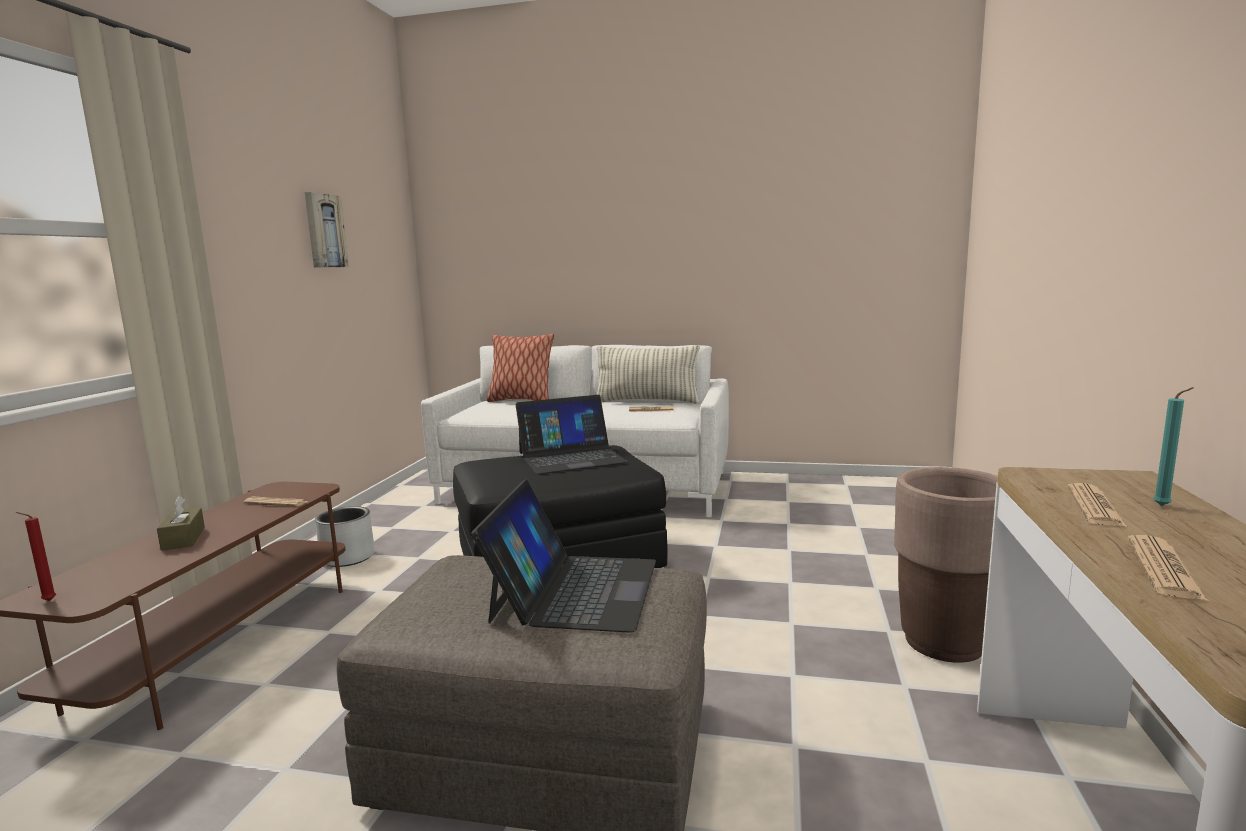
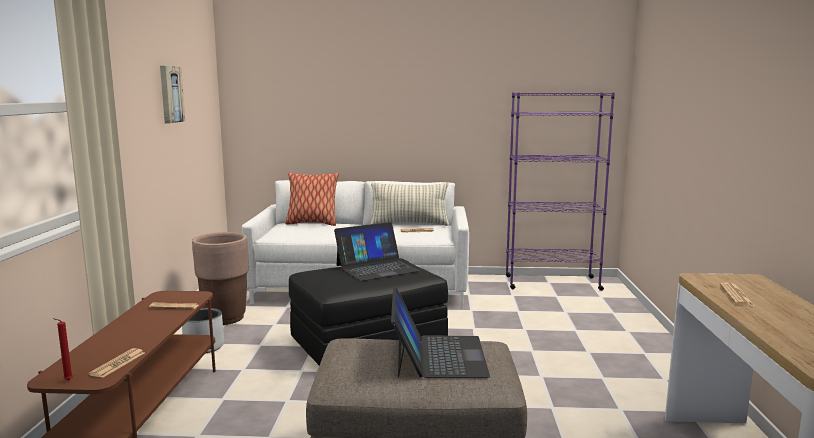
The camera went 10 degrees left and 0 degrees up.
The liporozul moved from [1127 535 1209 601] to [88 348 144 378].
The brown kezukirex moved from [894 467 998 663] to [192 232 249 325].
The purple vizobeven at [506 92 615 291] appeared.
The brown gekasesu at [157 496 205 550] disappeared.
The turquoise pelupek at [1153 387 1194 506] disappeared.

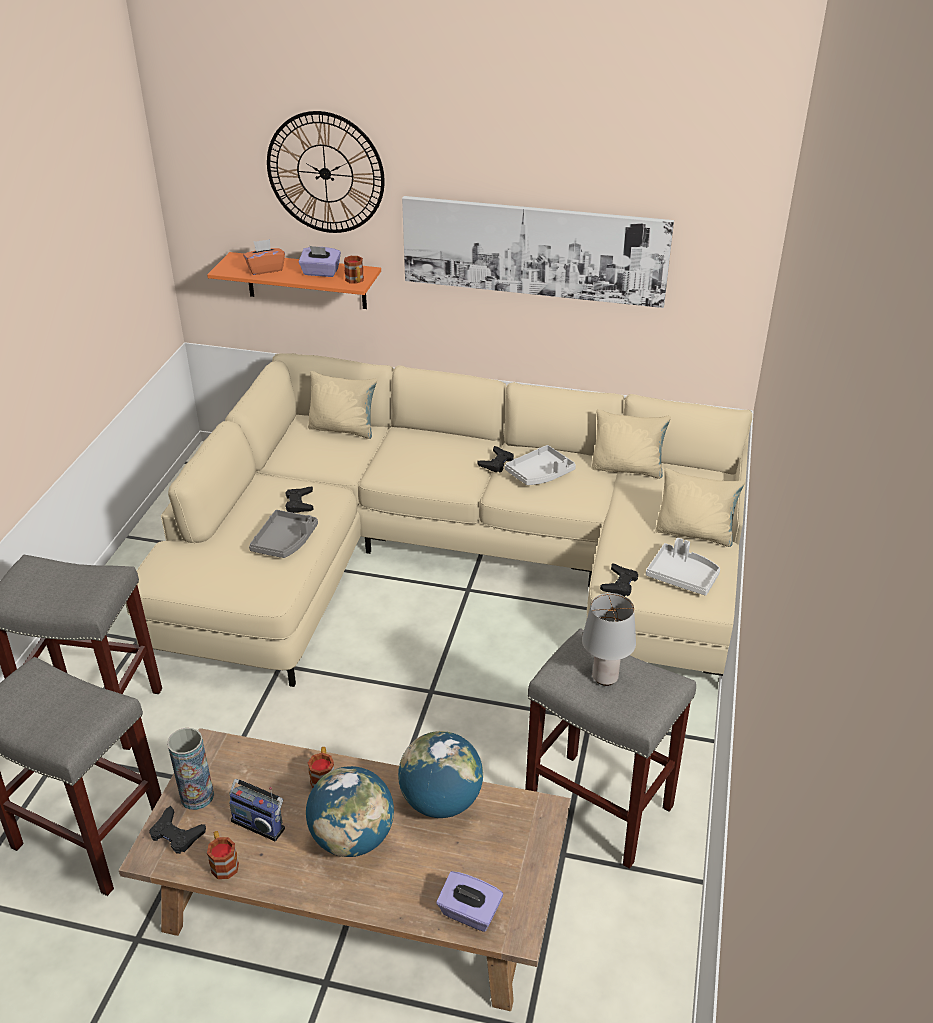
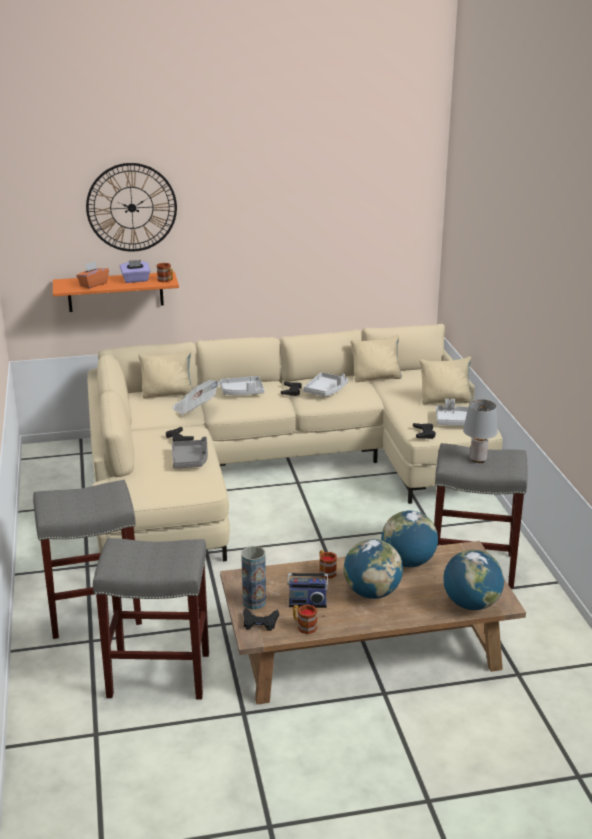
The camera went 25 degrees left and 10 degrees down.
The liporozul at [172 379 220 415] appeared.
The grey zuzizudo at [220 376 265 395] appeared.
The purple gekasesu at [437 871 503 932] was replaced by the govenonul at [443 549 504 610].
The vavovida at [402 196 674 308] disappeared.

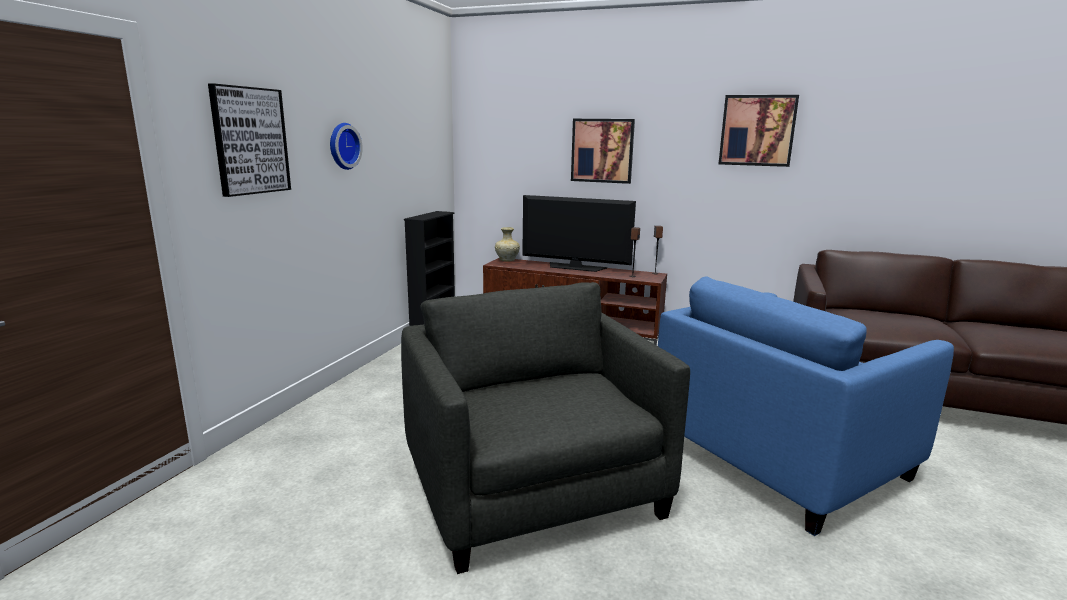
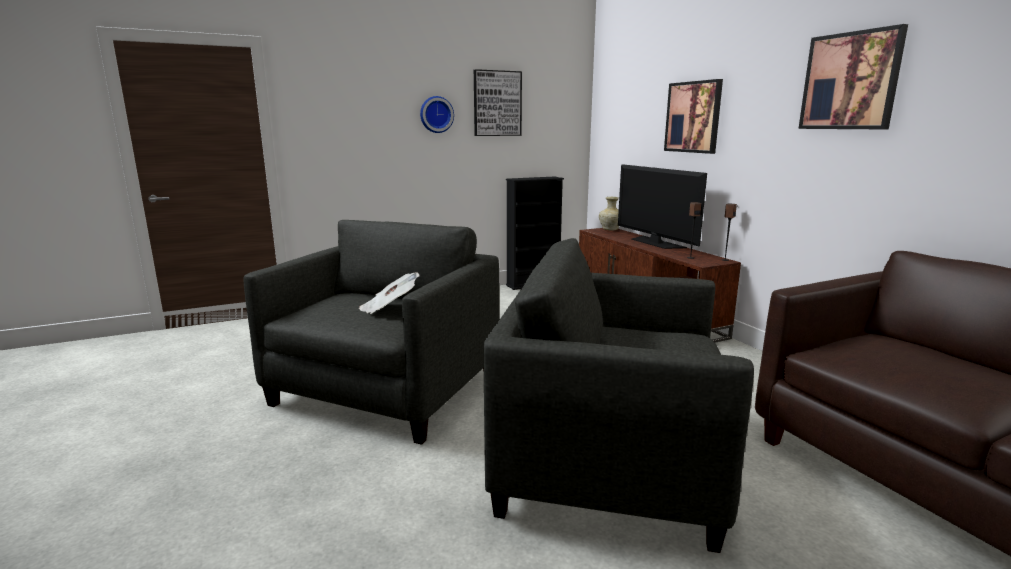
The camera went 45 degrees right and 0 degrees up.
The liporozul at [359 273 420 314] appeared.
The vavovida moved from [208 83 291 197] to [474 69 522 136].
The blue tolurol at [658 276 954 536] became the grey tolurol at [484 238 754 553].

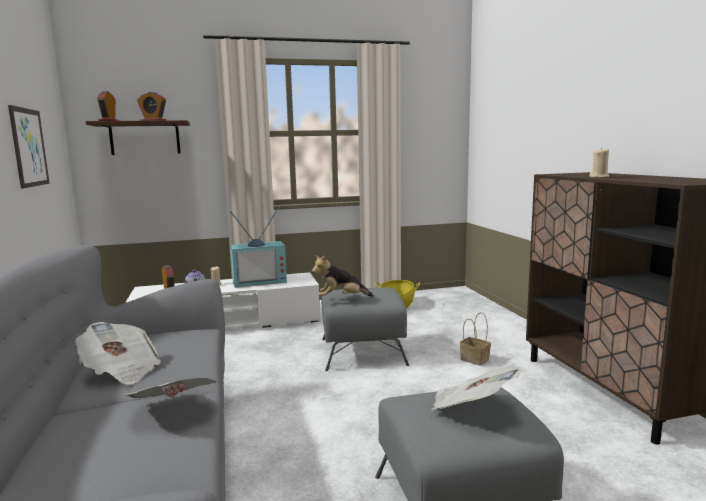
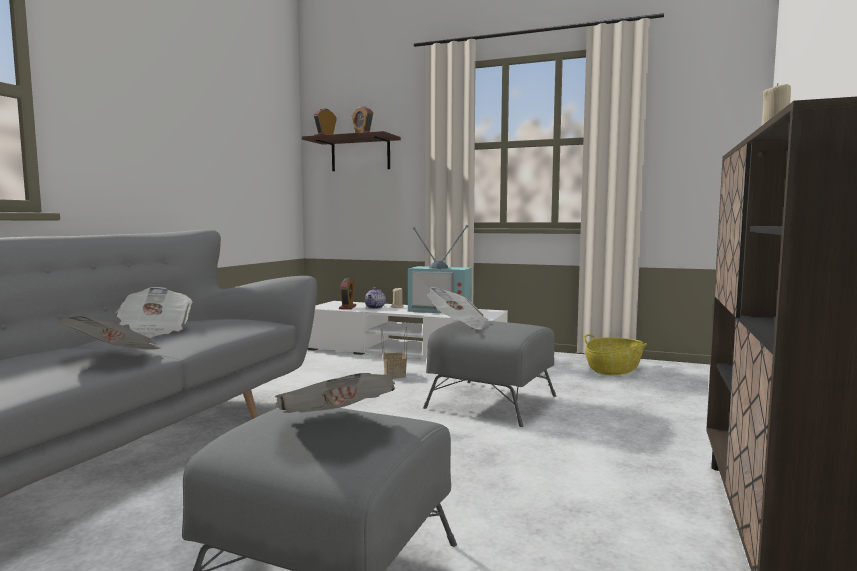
The camera went 35 degrees right and 5 degrees down.
The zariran moved from [460 312 491 366] to [381 327 407 378].
The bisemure at [312 255 373 297] was replaced by the liporozul at [427 287 488 329].
The vavovida at [8 105 50 189] disappeared.

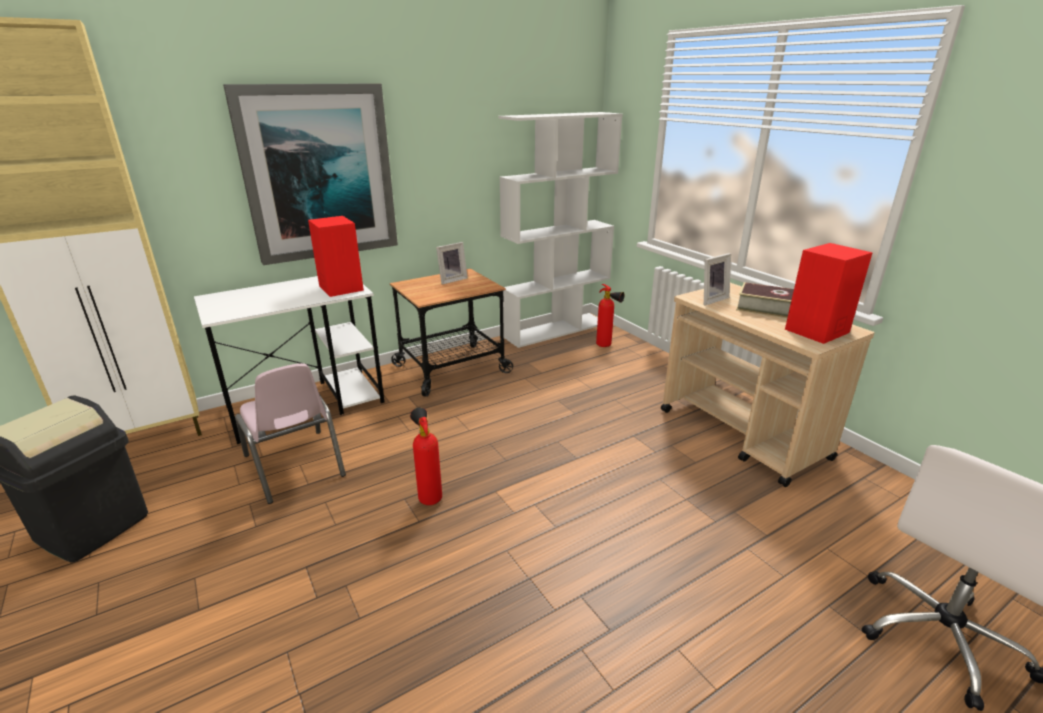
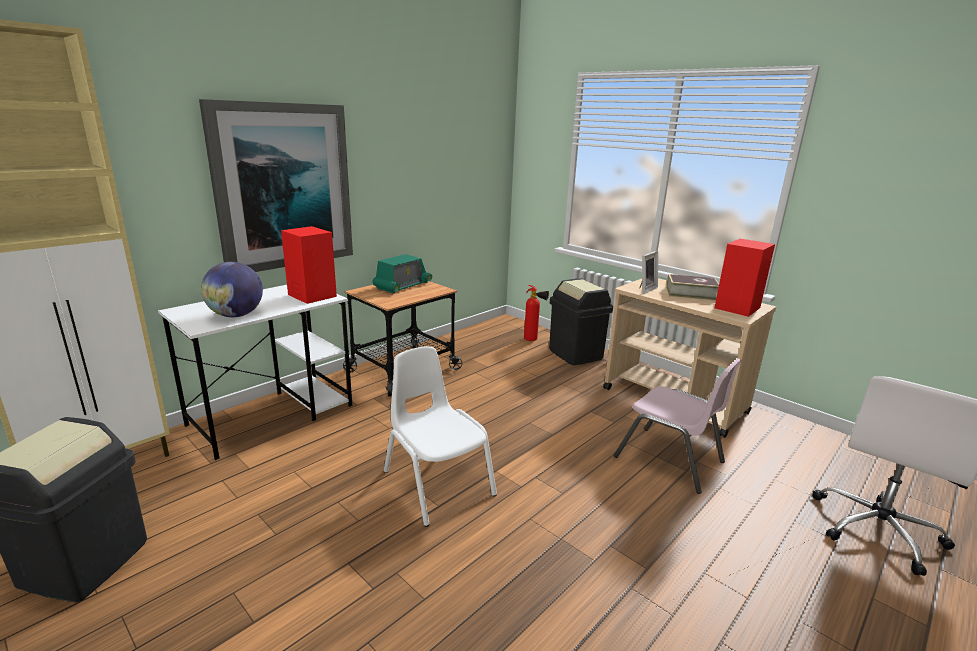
The camera went 15 degrees left and 5 degrees down.
The govenonul at [201 262 263 317] appeared.
The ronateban at [436 242 468 285] was replaced by the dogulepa at [372 254 432 294].
The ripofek at [410 407 442 505] was replaced by the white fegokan at [384 346 497 527].
The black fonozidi at [549 278 613 365] appeared.
The pink fegokan moved from [235 363 346 504] to [614 358 742 494].
The white vizobeven at [498 112 623 348] disappeared.

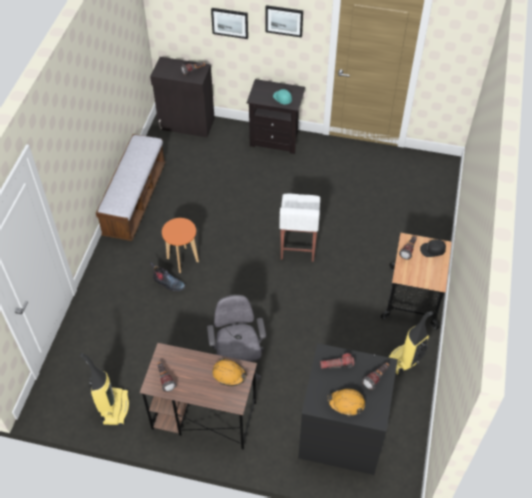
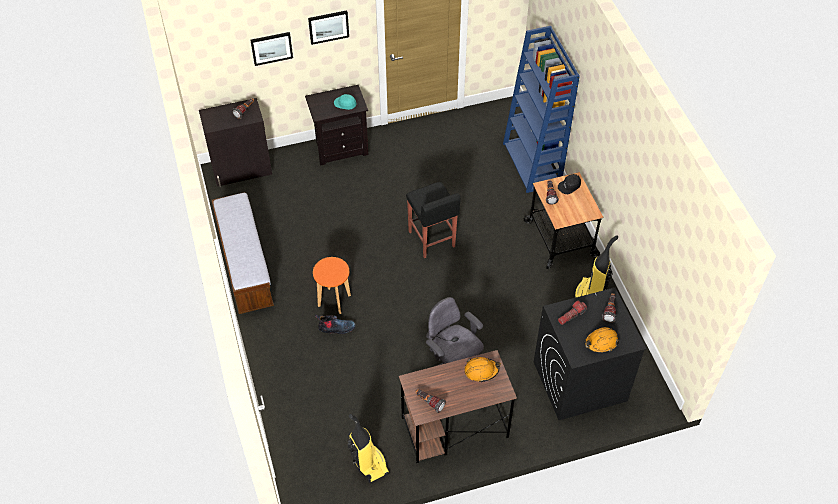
The camera went 30 degrees left and 0 degrees up.
The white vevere at [279 194 320 262] became the black vevere at [406 182 461 258].
The blue vizobeven at [503 26 580 193] appeared.

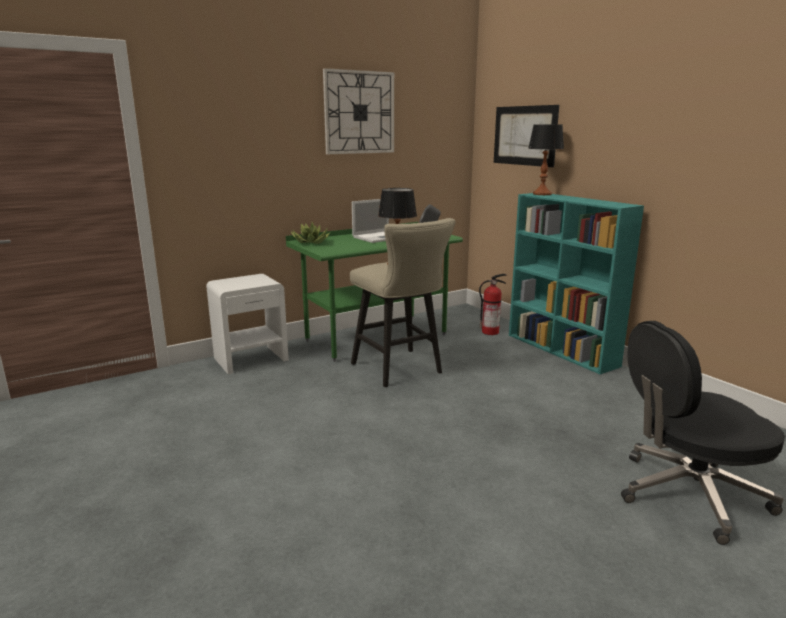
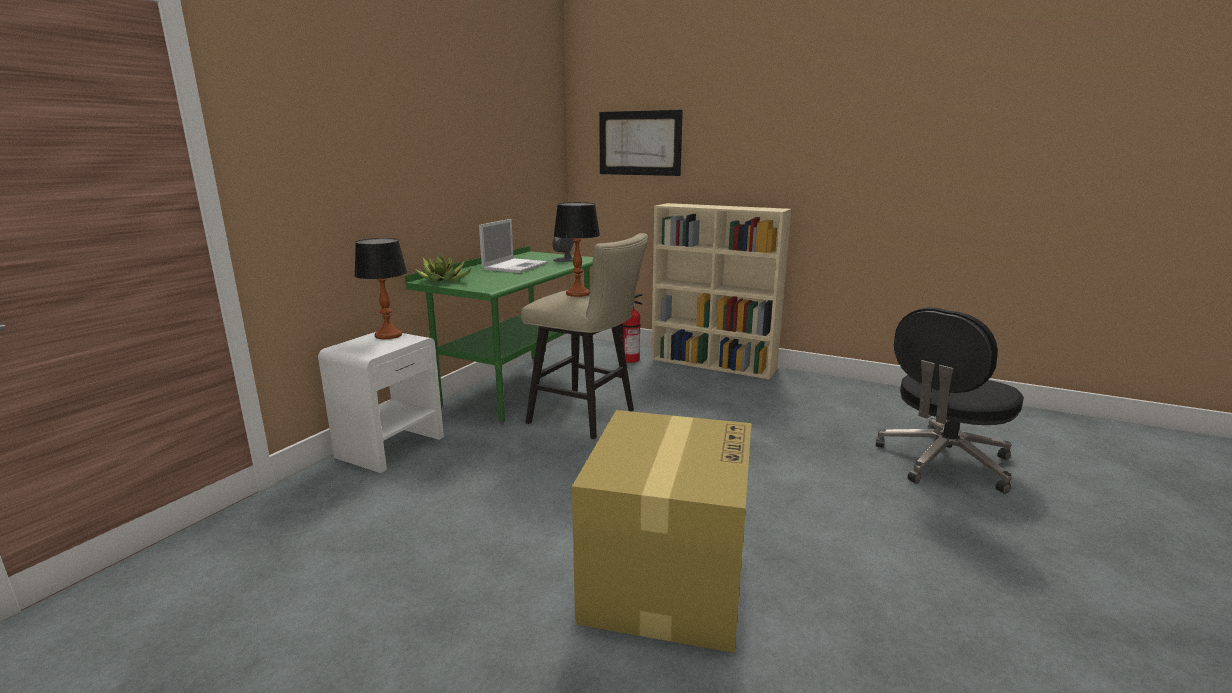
The camera went 30 degrees left and 0 degrees up.
The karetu moved from [528 125 564 195] to [354 238 407 339].
The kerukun at [572 410 751 653] appeared.
The turquoise vizobeven at [509 193 644 374] became the beige vizobeven at [651 203 791 379].
The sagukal at [323 68 394 154] disappeared.

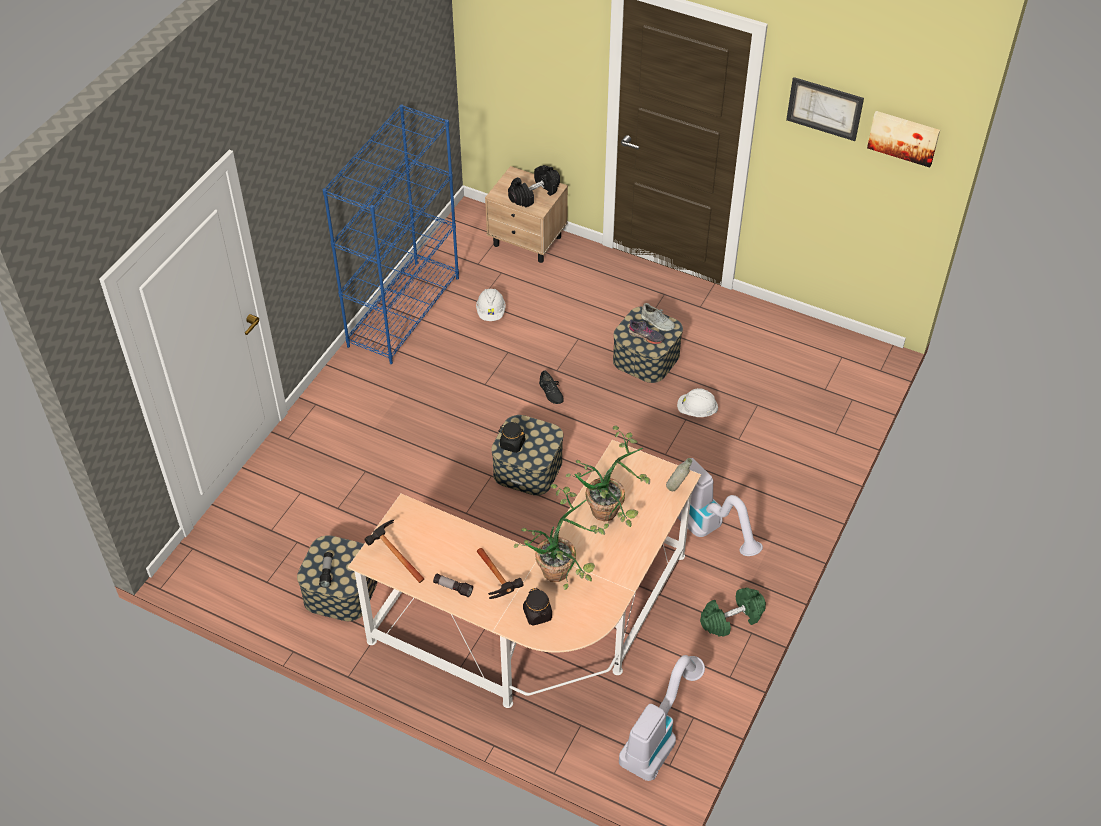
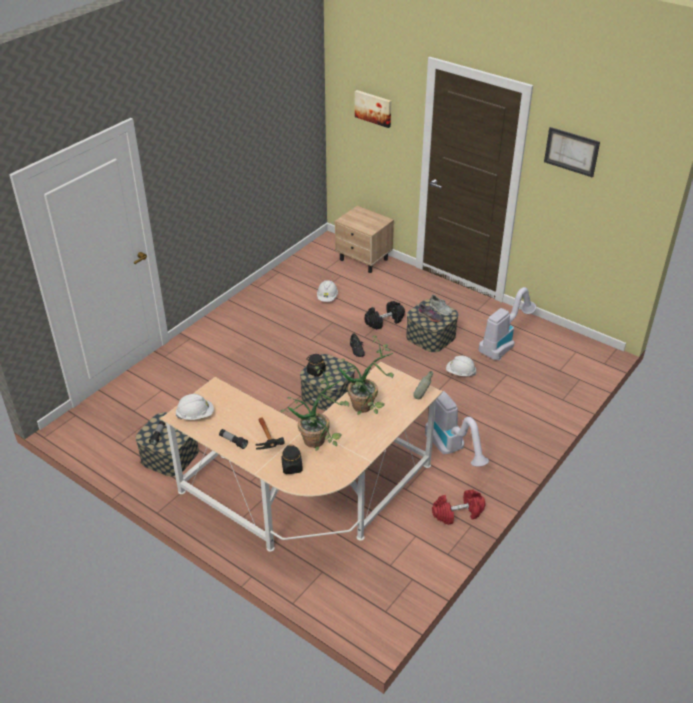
The camera went 10 degrees right and 10 degrees down.
The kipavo at [364 520 424 583] was replaced by the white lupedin at [176 394 214 420].
The vavovida moved from [867 111 940 168] to [355 90 391 128].
The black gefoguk moved from [508 165 560 208] to [364 301 405 330].
The green gefoguk at [700 587 766 637] became the red gefoguk at [432 490 485 525].
The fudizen moved from [619 655 705 781] to [479 287 536 361].
The blue vizobeven at [323 105 459 364] disappeared.

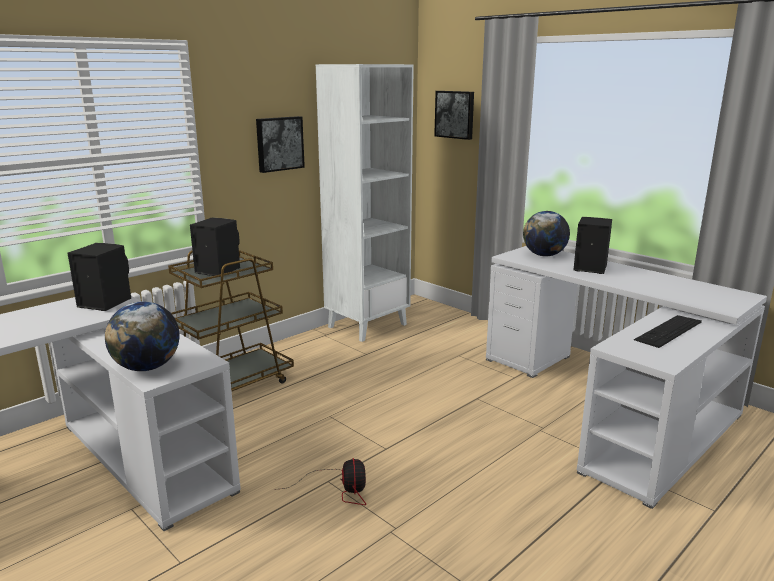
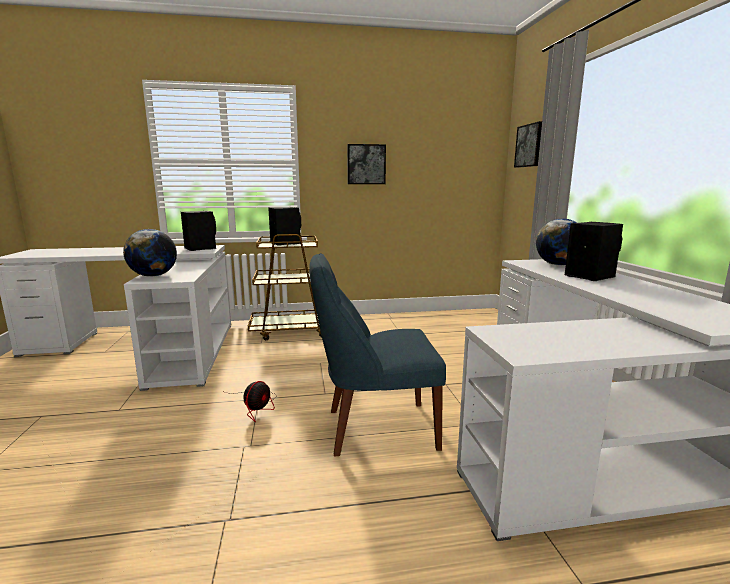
The camera went 35 degrees right and 5 degrees down.
The blue fegokan at [309 253 446 456] appeared.
The white vizobeven at [316 64 414 342] disappeared.
The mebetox at [634 315 702 348] disappeared.

